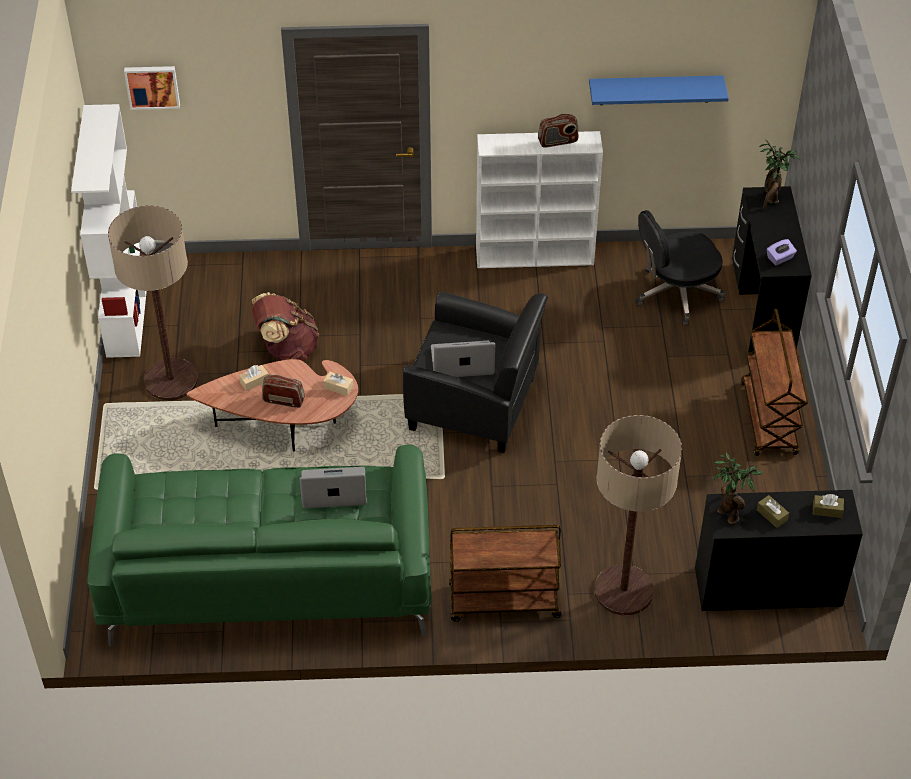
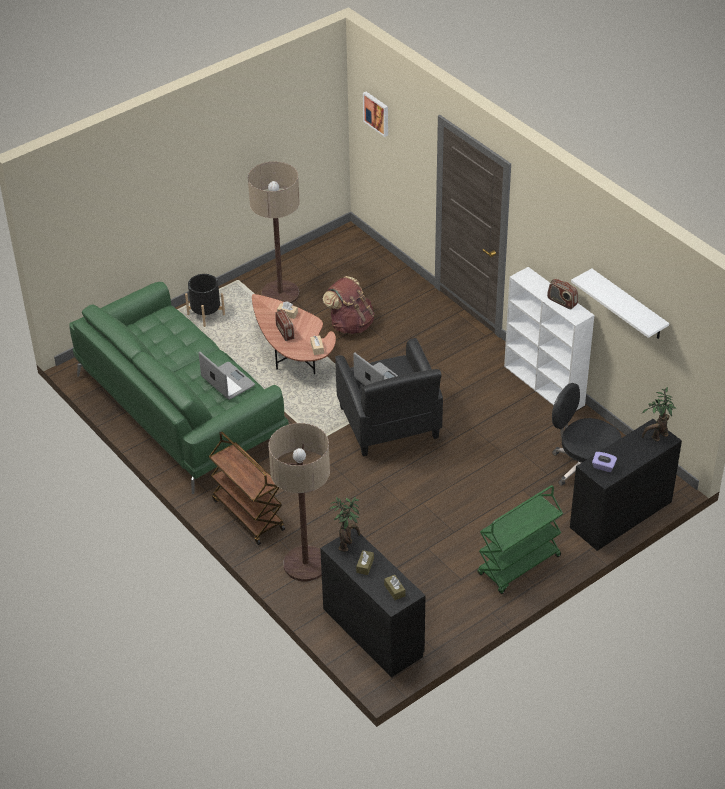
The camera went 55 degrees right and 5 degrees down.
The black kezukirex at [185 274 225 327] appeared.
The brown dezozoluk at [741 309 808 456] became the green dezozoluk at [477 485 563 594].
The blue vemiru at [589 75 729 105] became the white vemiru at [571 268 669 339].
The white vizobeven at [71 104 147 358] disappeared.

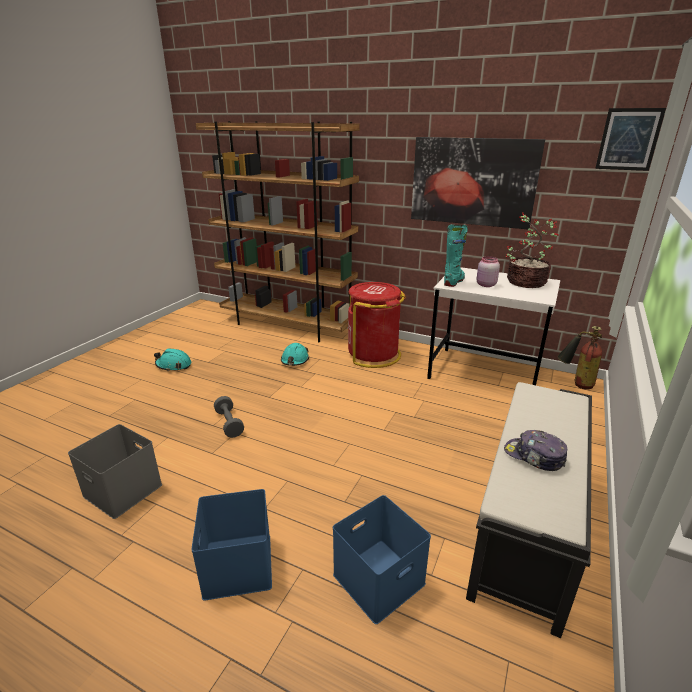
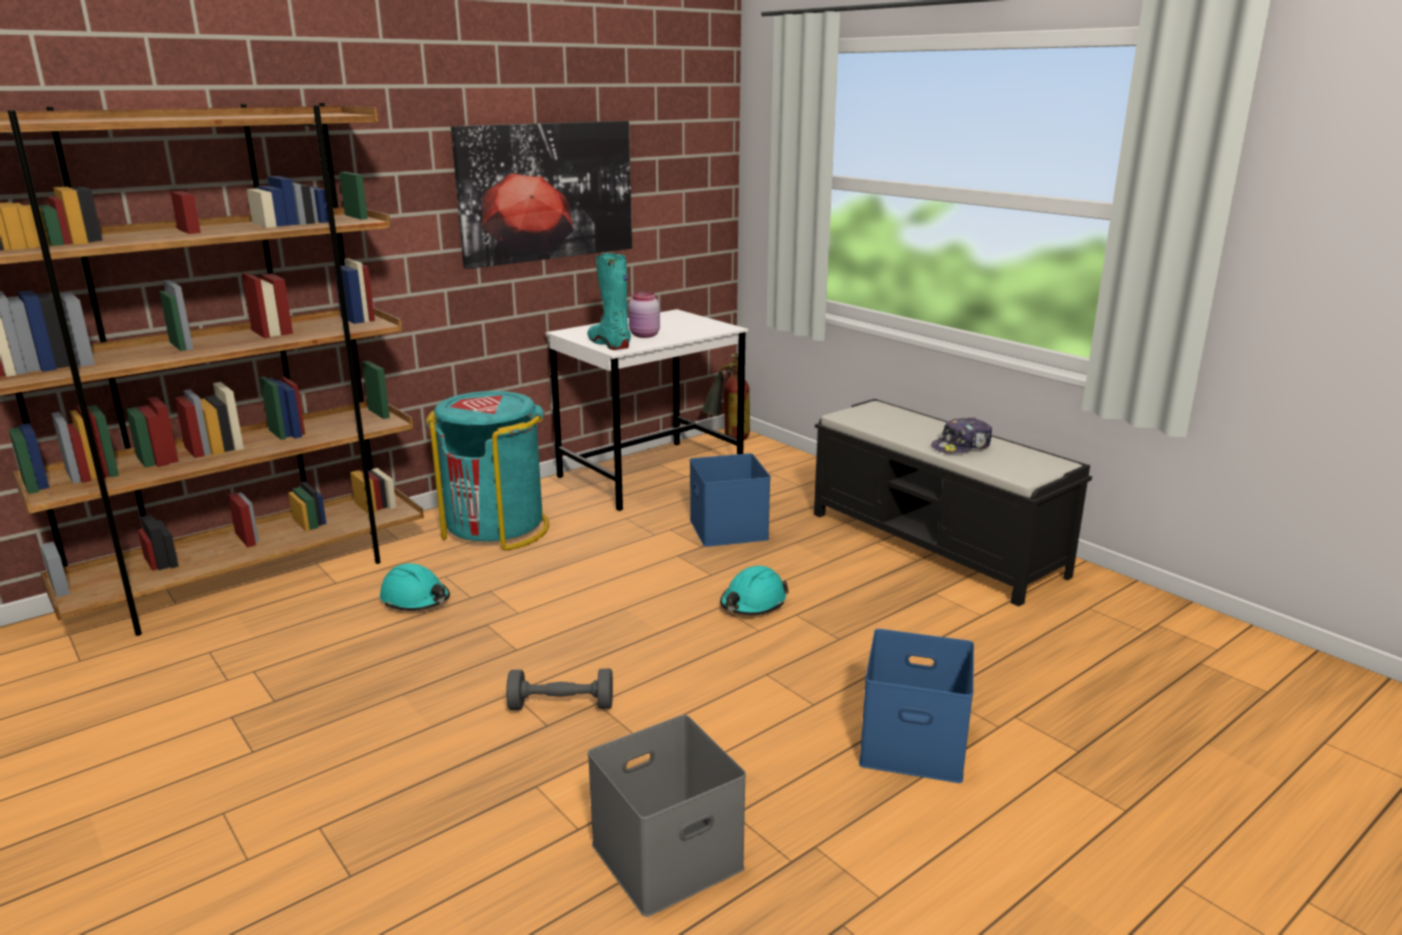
The camera went 65 degrees left and 5 degrees down.
The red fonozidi at [348 282 406 368] became the turquoise fonozidi at [426 391 549 551].
The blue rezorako moved from [333 495 431 624] to [690 453 771 547].
The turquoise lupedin moved from [154 349 191 371] to [720 566 789 615].
The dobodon at [505 213 559 288] disappeared.
The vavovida at [595 108 666 171] disappeared.

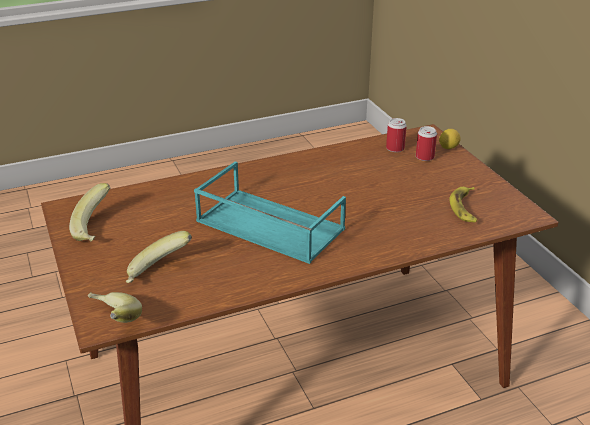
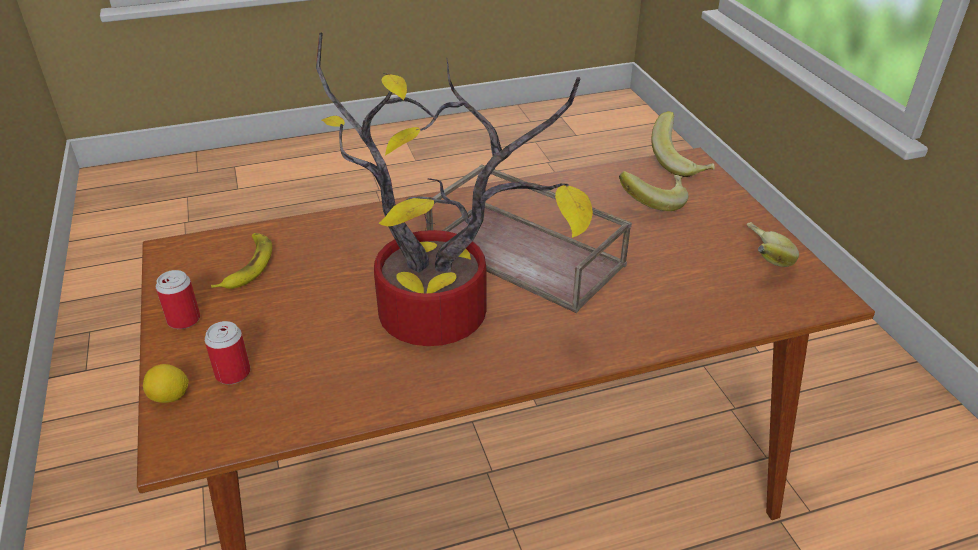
The camera went 175 degrees left and 5 degrees up.
The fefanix moved from [386 118 407 152] to [156 270 200 329].
The dobodon at [316 32 593 346] appeared.
The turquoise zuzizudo at [194 161 346 264] became the brown zuzizudo at [426 164 632 313].

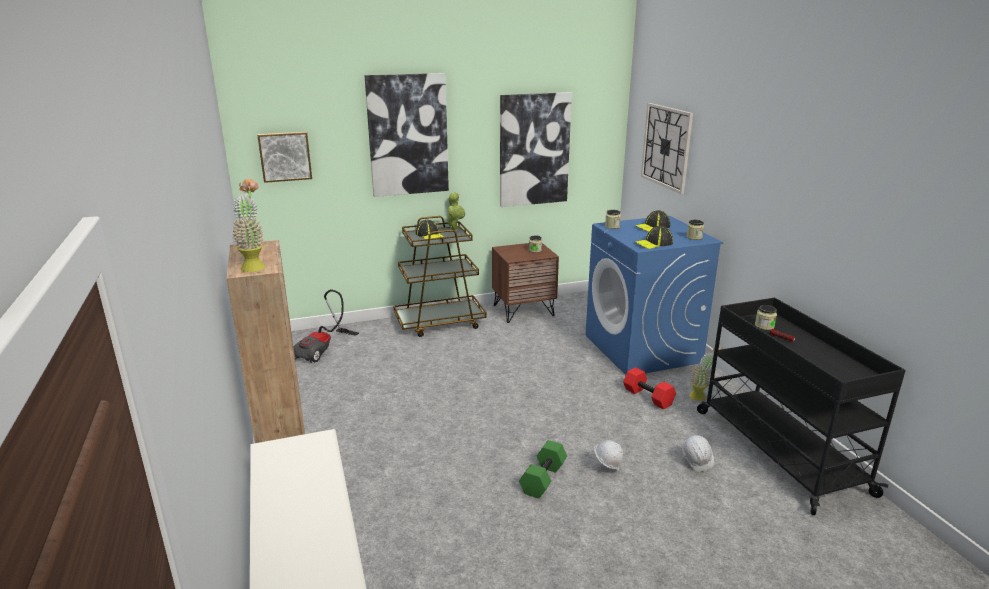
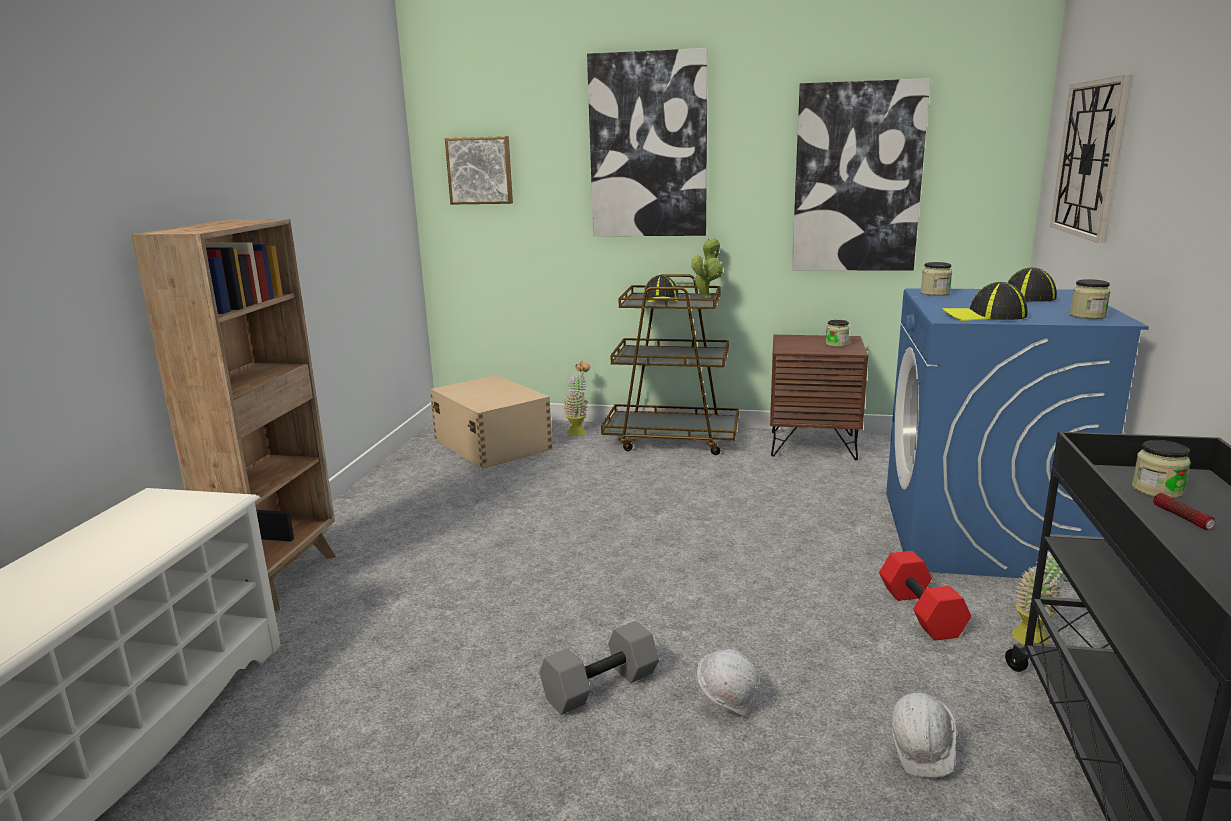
The camera went 30 degrees right and 5 degrees down.
The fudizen at [293 289 359 363] was replaced by the beige rezorako at [430 375 552 469].
The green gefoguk at [519 440 567 499] became the grey gefoguk at [540 621 659 715].
The dobodon moved from [232 178 265 272] to [563 361 590 436].

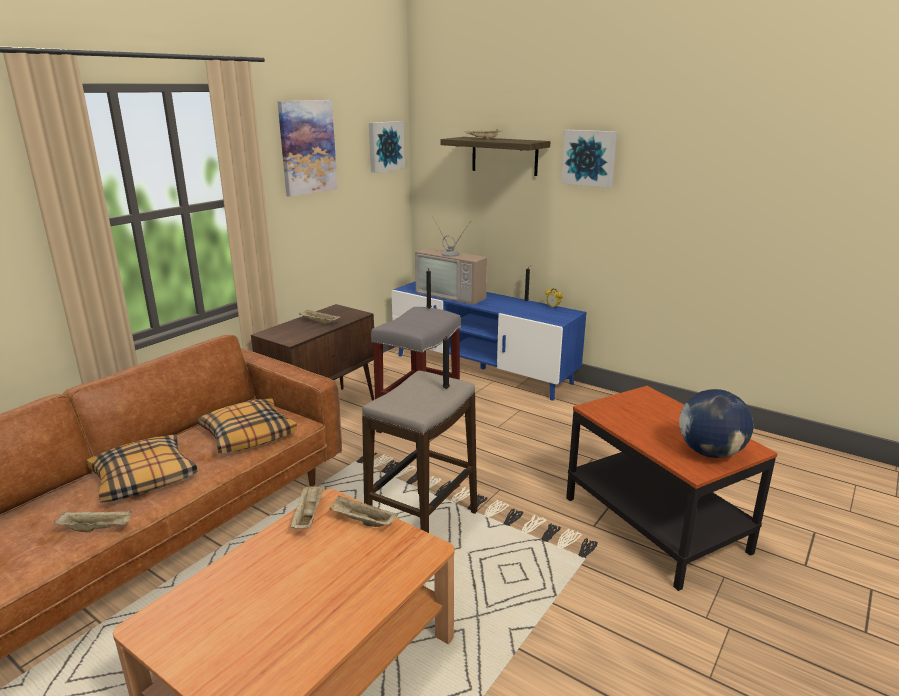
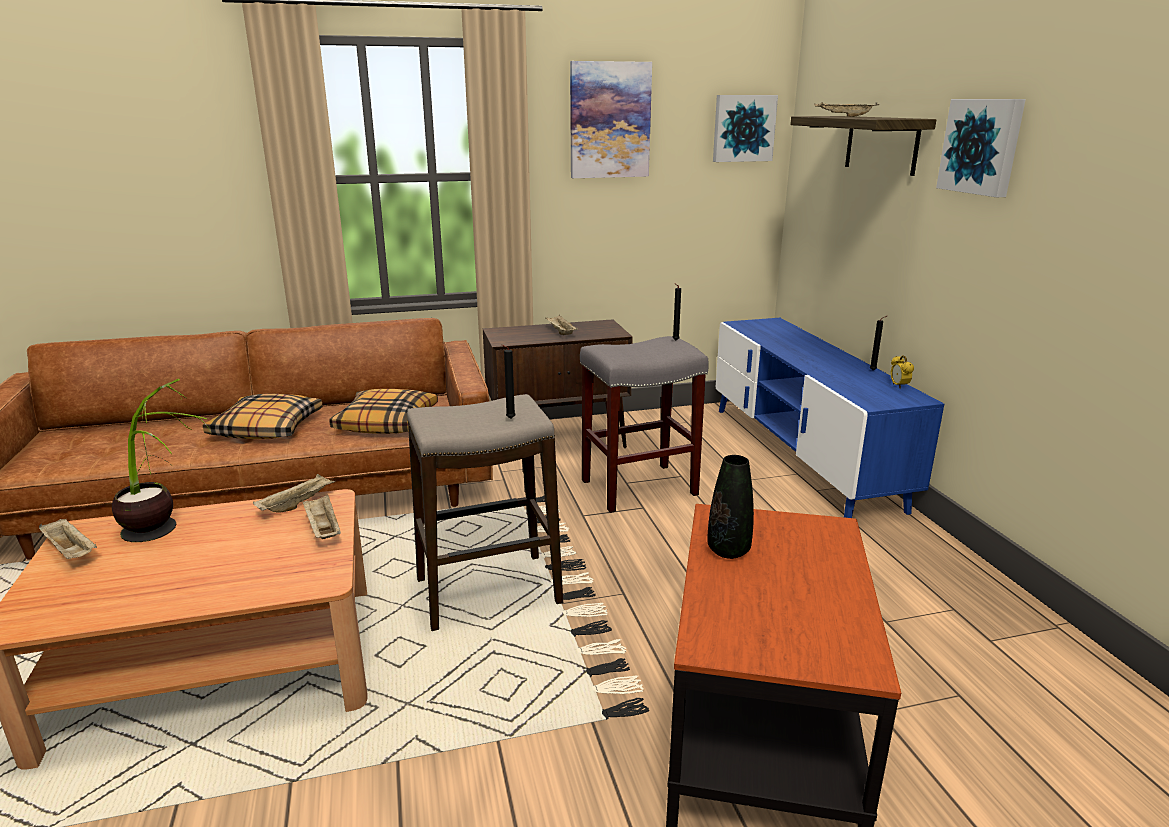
The camera went 40 degrees right and 0 degrees up.
The beige zuzizudo moved from [54 509 132 532] to [39 519 97 559].
The dobodon at [112 379 209 542] appeared.
The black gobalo at [707 455 754 559] appeared.
The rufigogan at [415 216 487 305] disappeared.
The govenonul at [679 389 753 458] disappeared.

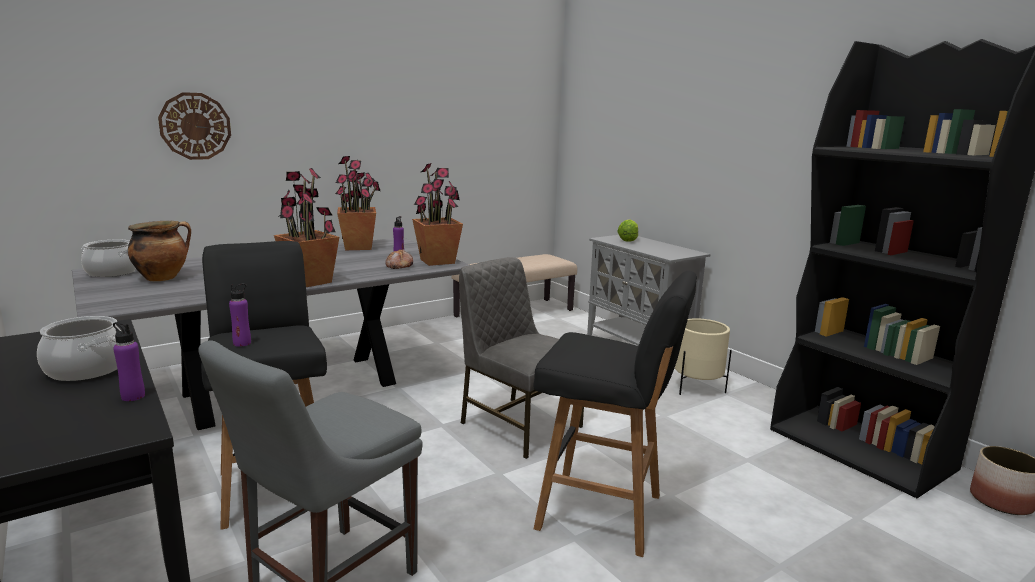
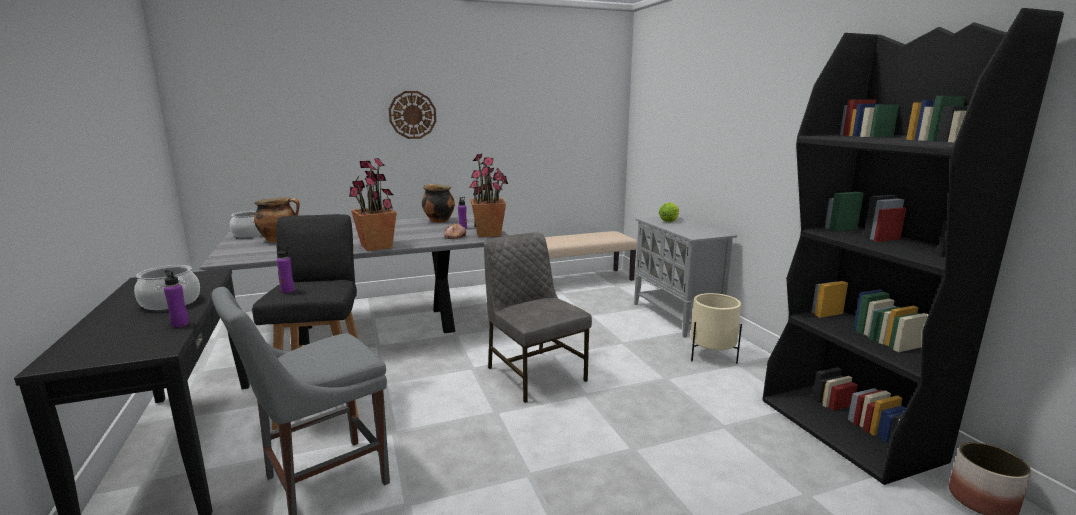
The camera went 15 degrees right and 0 degrees up.
The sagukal moved from [158 92 231 160] to [389 91 436 139].
The dobodon at [335 156 380 250] was replaced by the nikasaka at [422 184 455 223].
The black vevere at [533 271 697 557] disappeared.

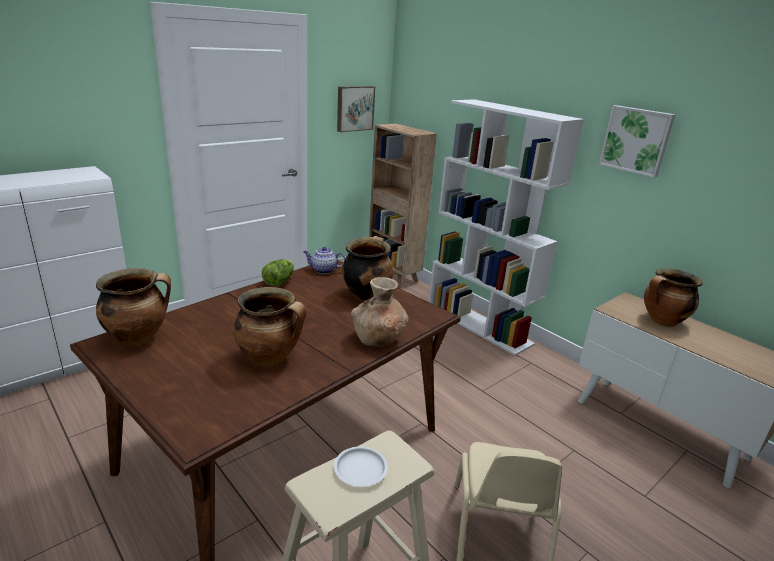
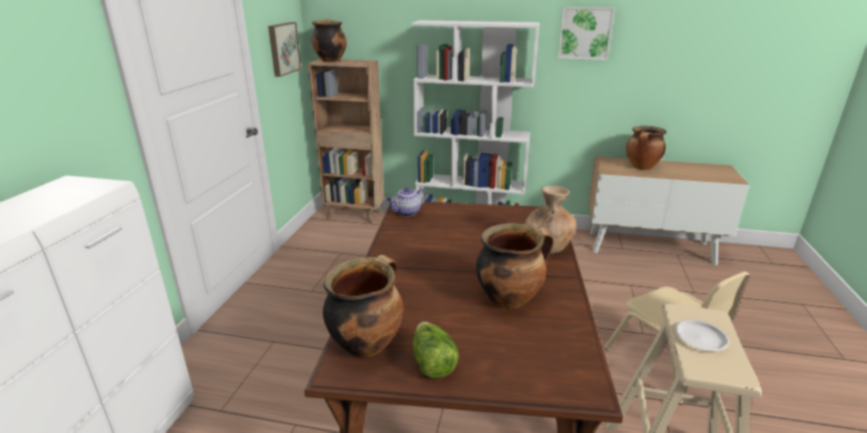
The camera went 35 degrees left and 0 degrees up.
The nikasaka moved from [342 236 393 301] to [311 19 347 62].
The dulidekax moved from [262 259 294 287] to [413 322 459 379].

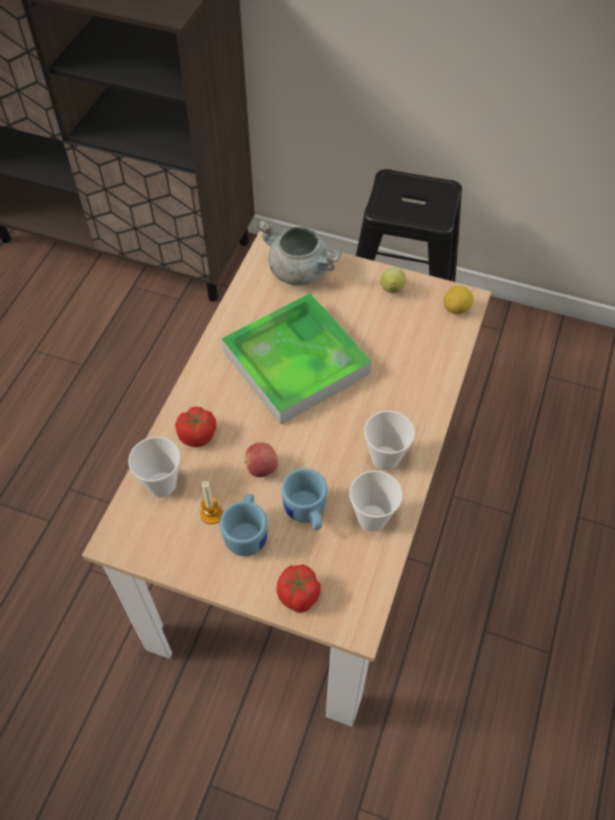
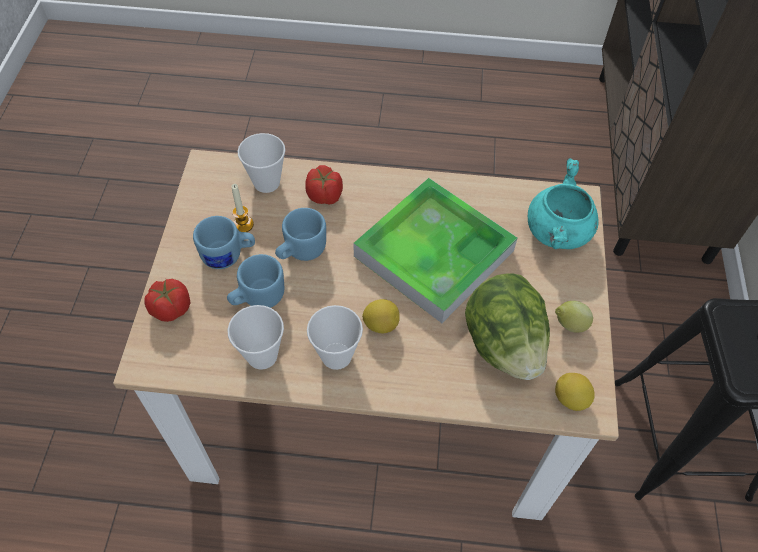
The camera went 75 degrees right and 0 degrees up.
The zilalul at [244 443 279 477] was replaced by the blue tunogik at [275 208 326 261].
The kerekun at [362 299 400 333] appeared.
The dulidekax at [465 273 550 380] appeared.
The grey nikasaka at [257 220 342 286] became the turquoise nikasaka at [528 158 599 249].

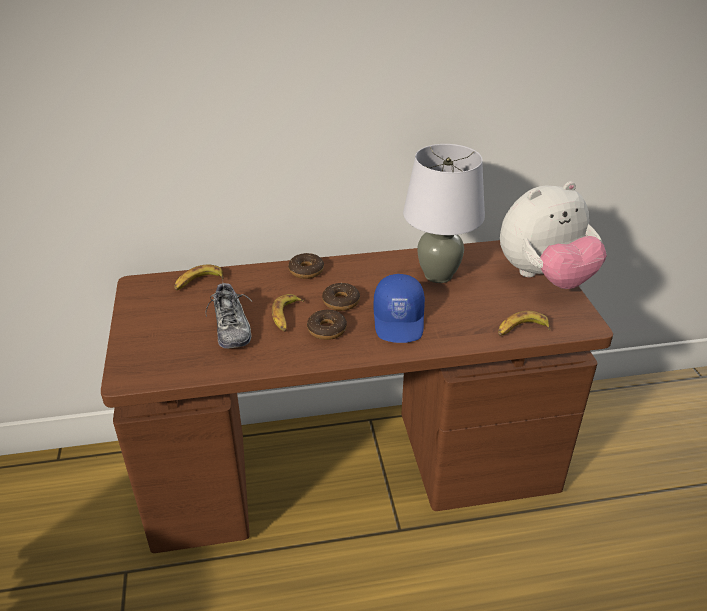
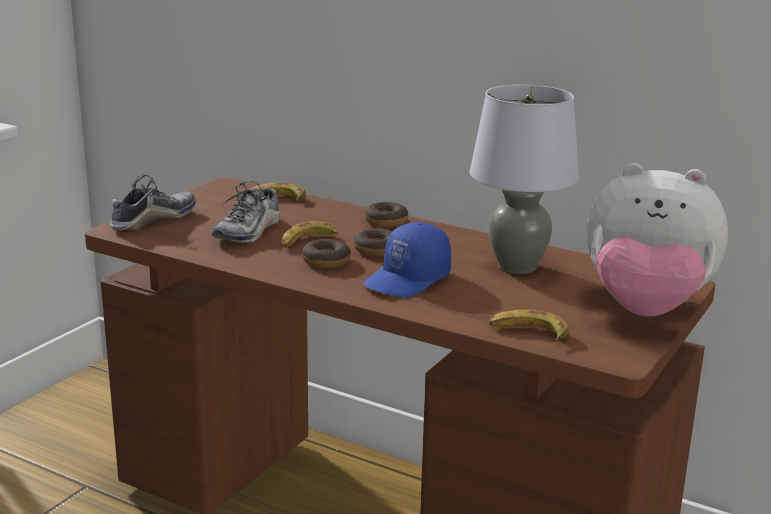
The camera went 40 degrees right and 15 degrees down.
The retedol at [111 174 196 232] appeared.

